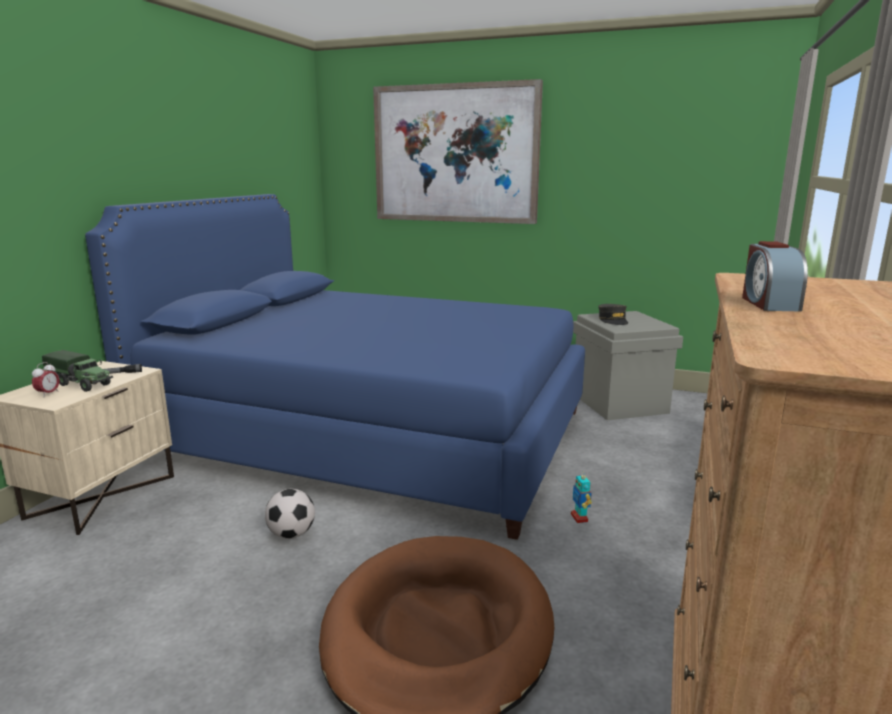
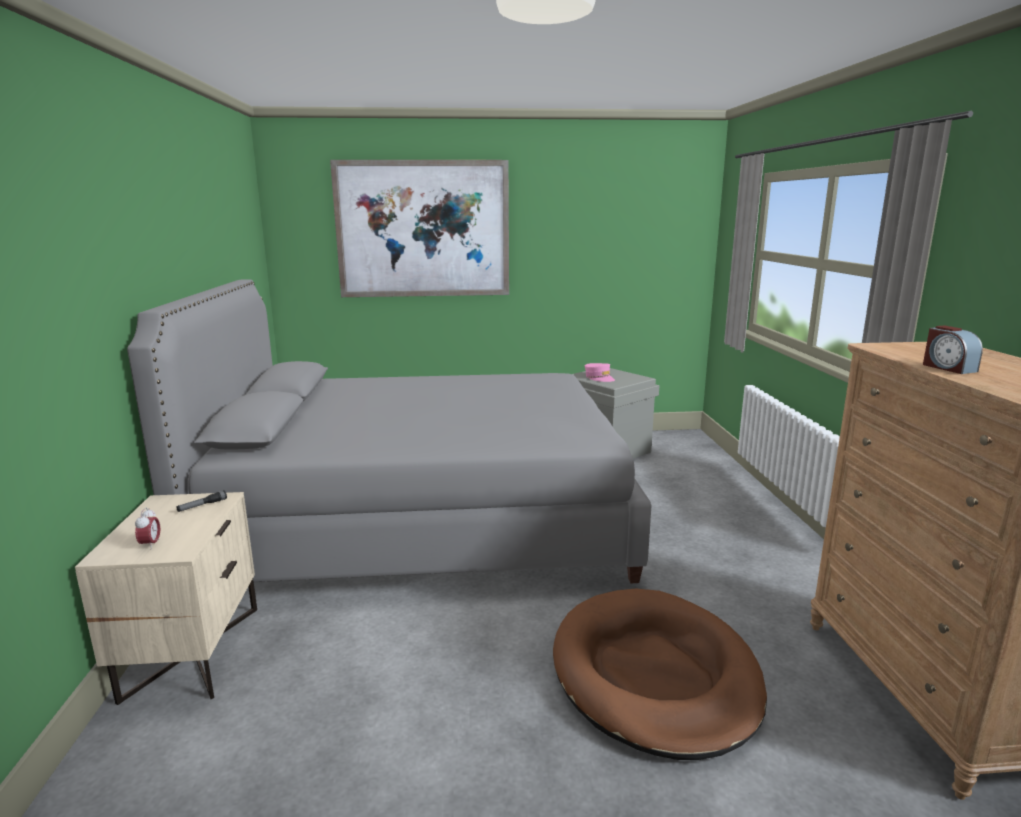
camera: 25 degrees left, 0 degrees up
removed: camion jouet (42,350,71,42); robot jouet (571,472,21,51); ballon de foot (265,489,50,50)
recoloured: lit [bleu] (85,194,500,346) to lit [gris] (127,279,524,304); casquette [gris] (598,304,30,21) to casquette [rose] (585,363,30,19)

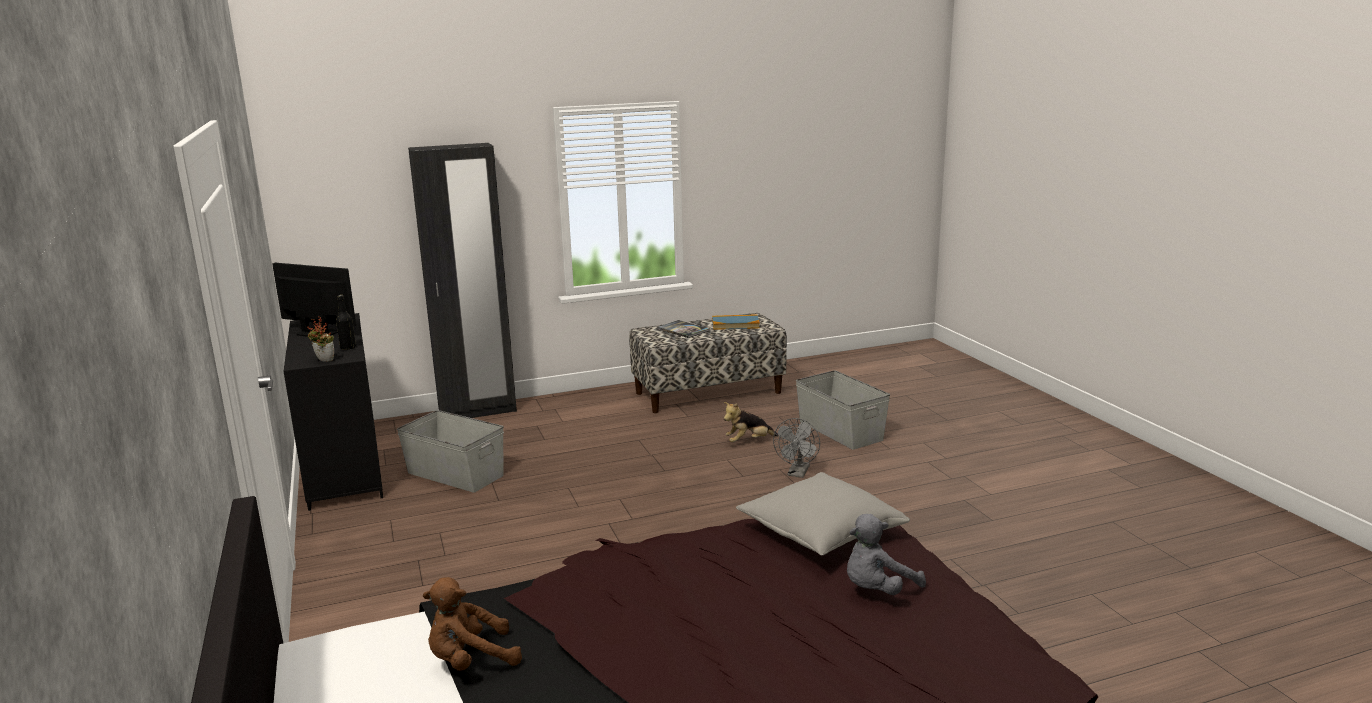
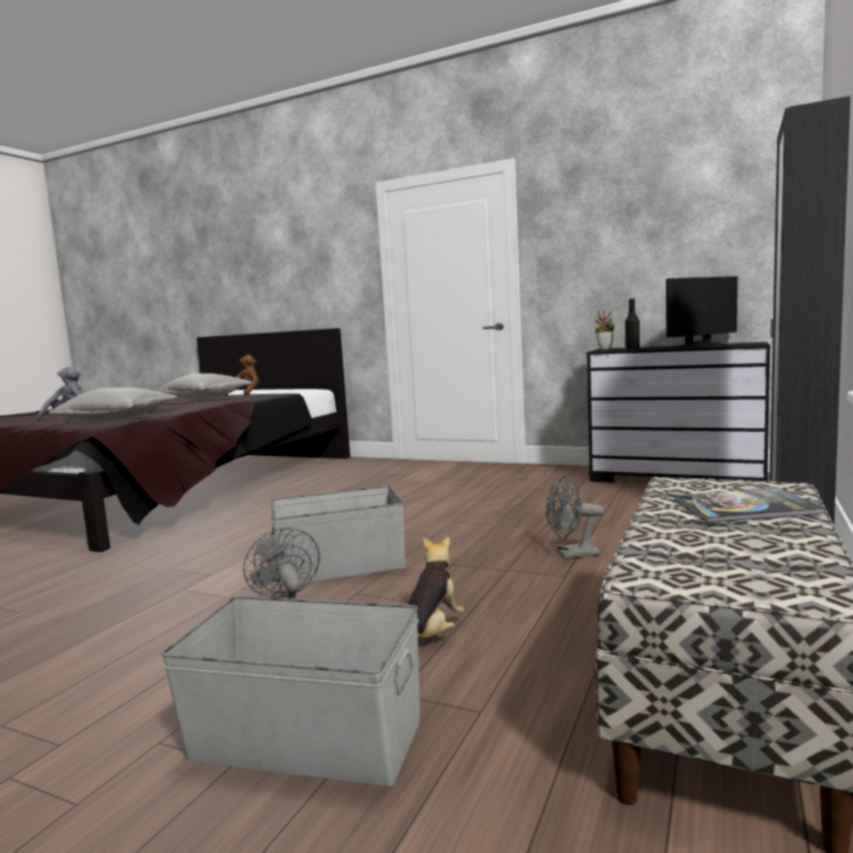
camera: 135 degrees right, 10 degrees down
removed: livre (712,314,48,16)
added: coussin [gris] (155,374,97,25); ventilateur [gris] (546,476,58,82)
moved: boîte de rangement [gris] (397,410,107,82) to (271,486,135,100)

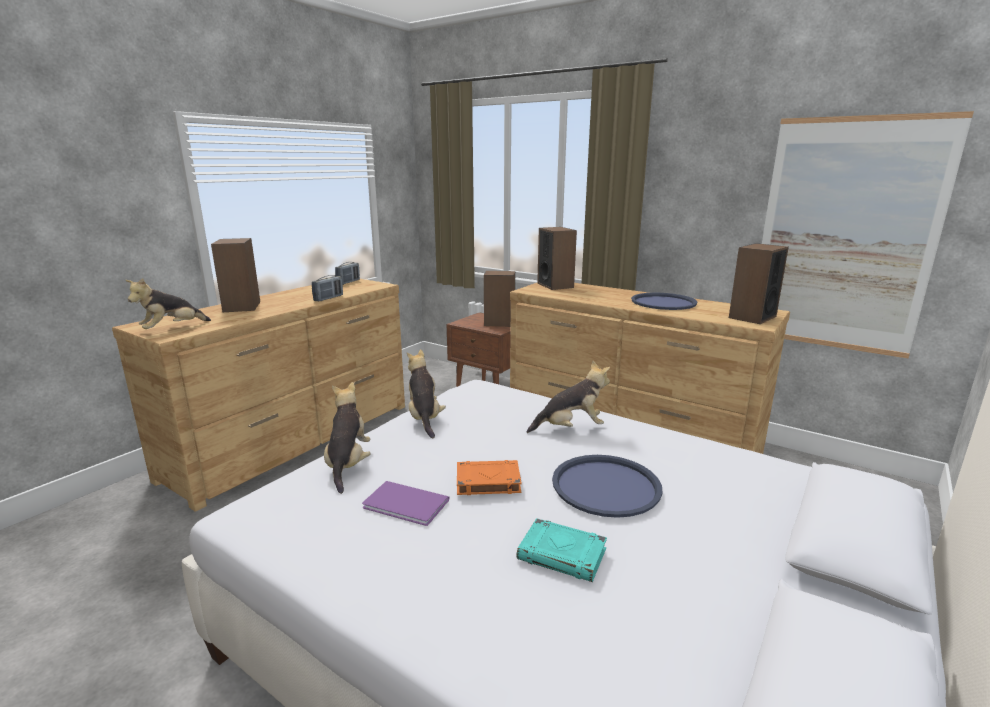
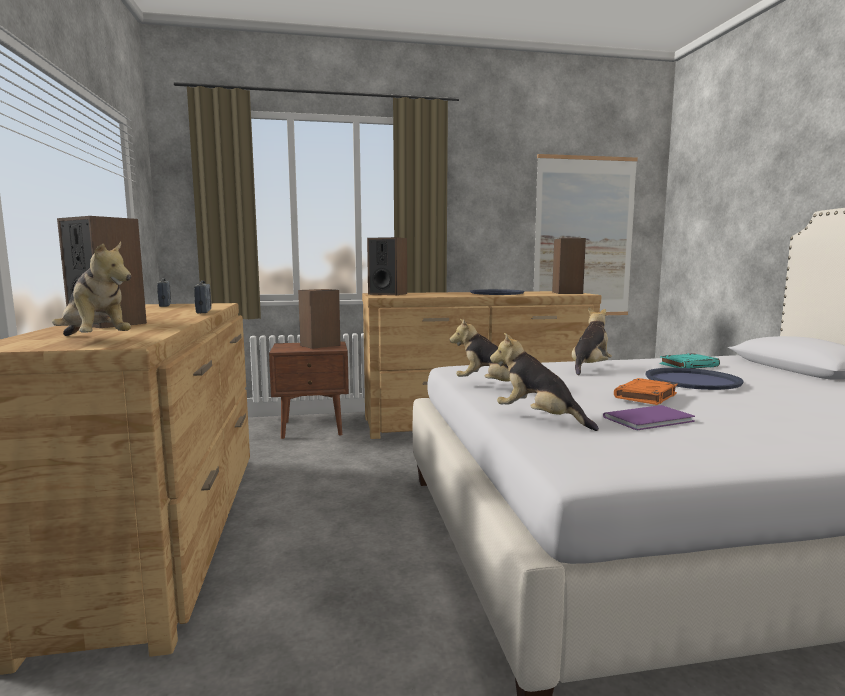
camera: 45 degrees left, 10 degrees down
moved: livre [turquoise] (516,518,91,64) to (660,353,60,16)
turned: peluche (126,278,85,51) = (52,242,79,94) 45 degrees counterclockwise

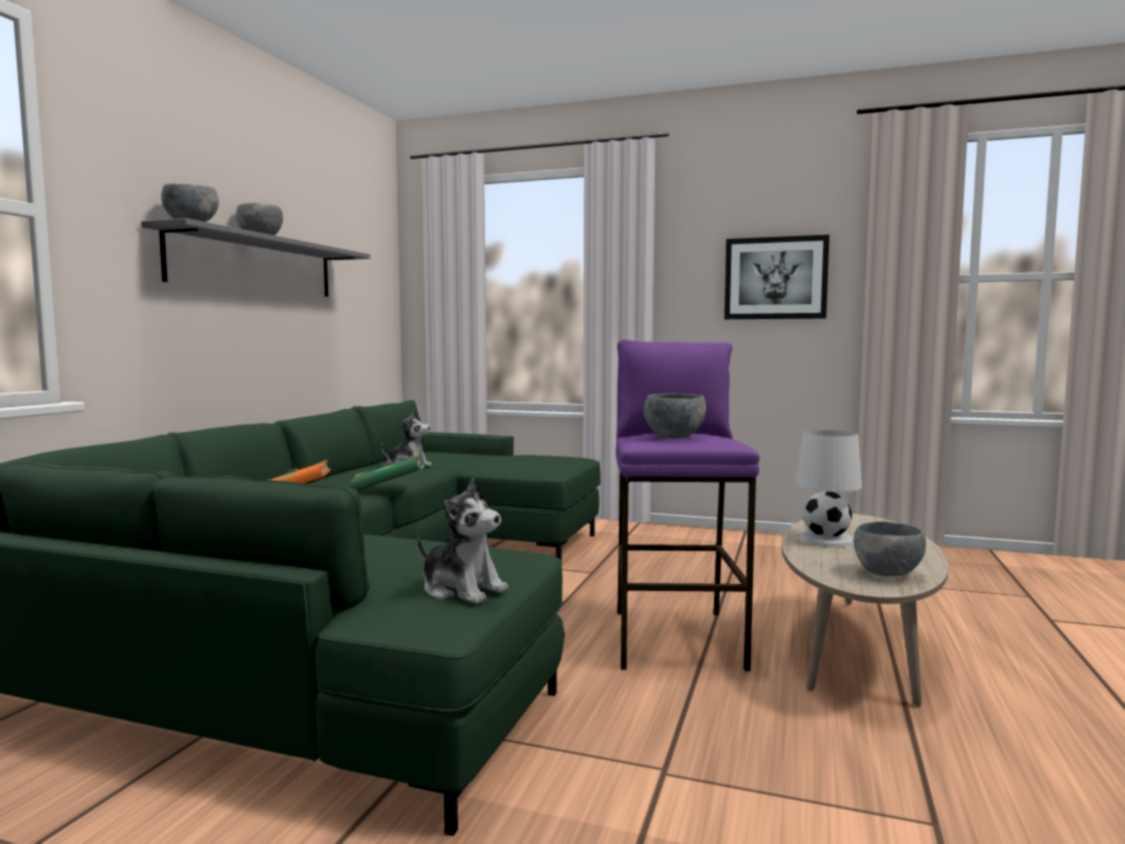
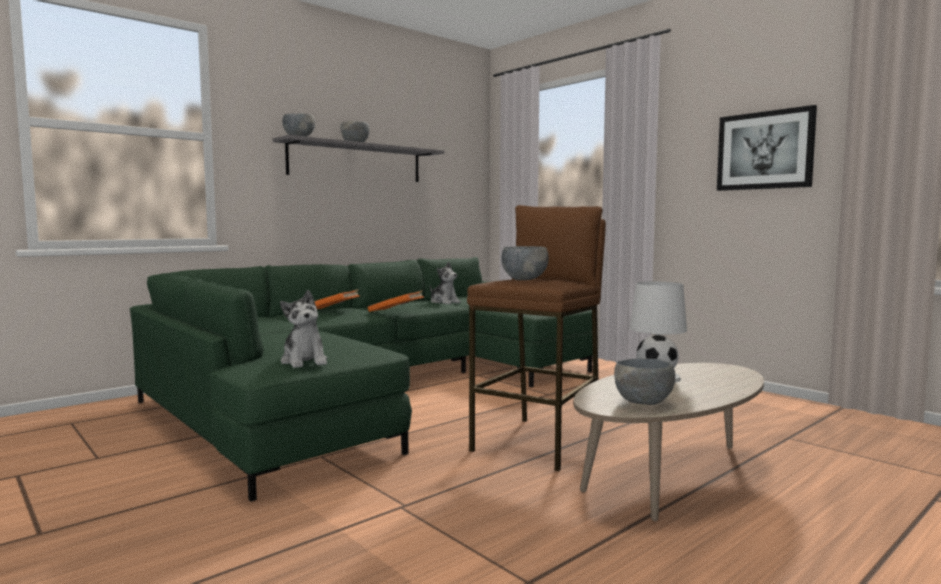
camera: 30 degrees right, 0 degrees up
recoloured: tabouret [violet] (616,340,144,331) to tabouret [marron] (467,205,139,266); livre [vert] (349,454,74,36) to livre [orange] (368,290,56,22)

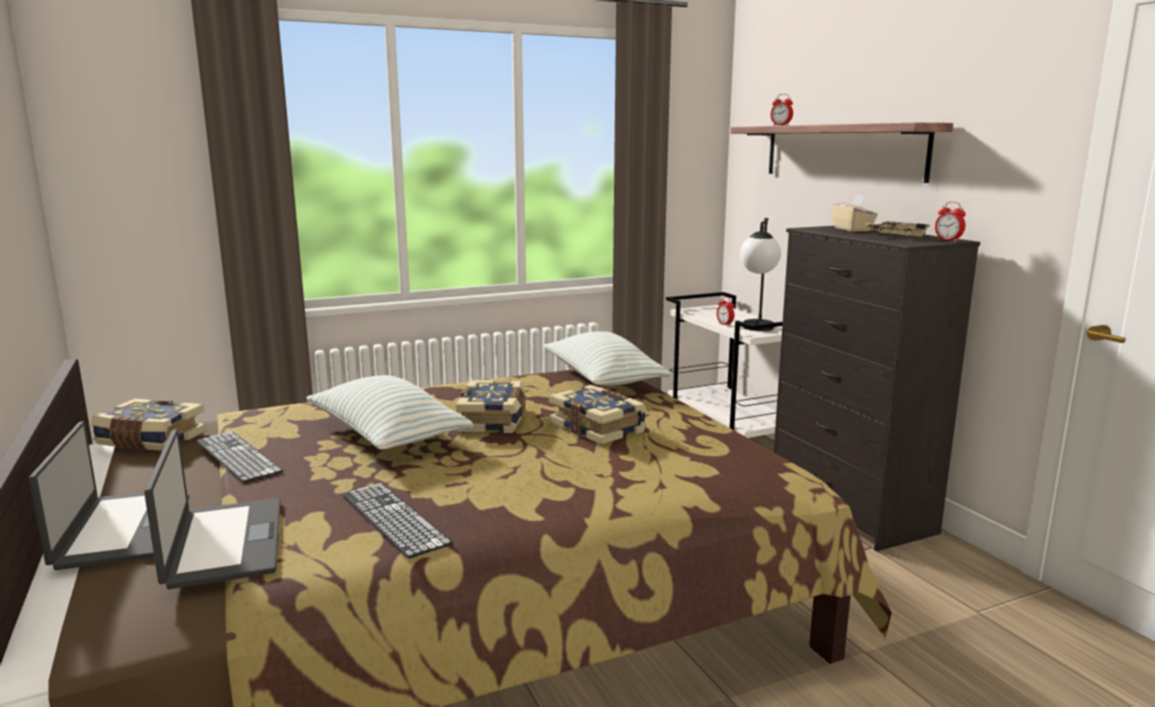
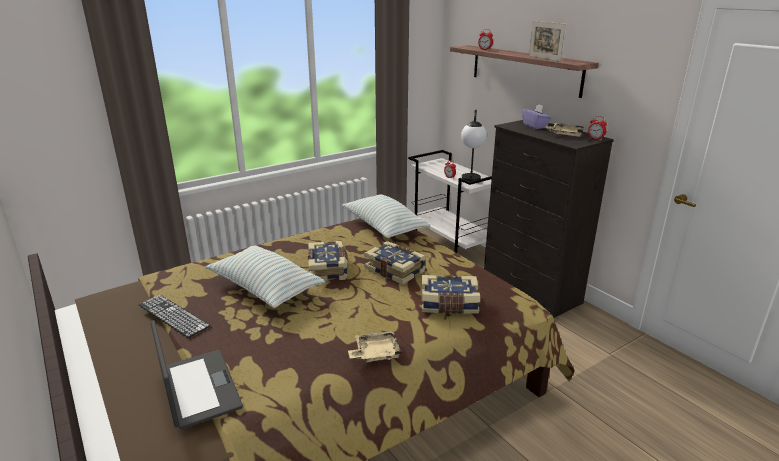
camera: 10 degrees left, 10 degrees up
removed: ordinateur portable (29,421,125,149); clavier (342,483,111,76)
added: cadre photo (529,21,37,41); plateau [beige] (348,331,54,31)
moved: livre (90,399,117,52) to (421,275,59,39)
recoloured: boîte à mouchoirs [beige] (832,195,46,36) to boîte à mouchoirs [violet] (522,104,29,25)

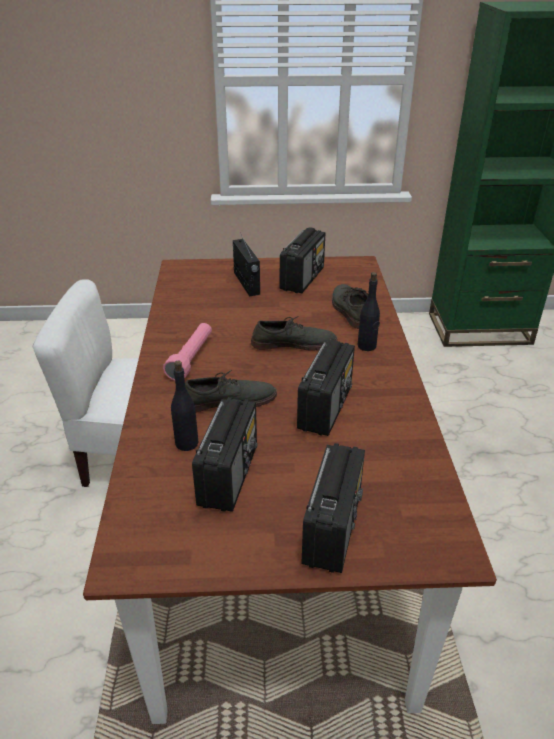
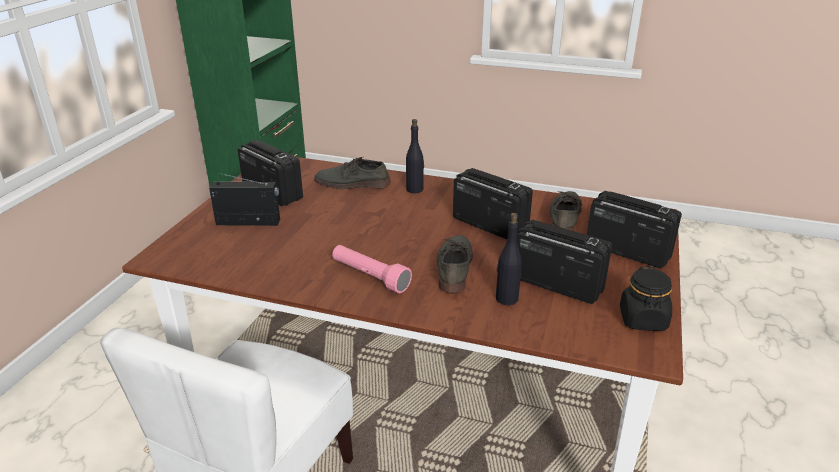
camera: 70 degrees left, 5 degrees down
added: bocal [noir] (620,266,52,65)
moved: chaussure [gris] (251,316,87,35) to (549,191,33,40)

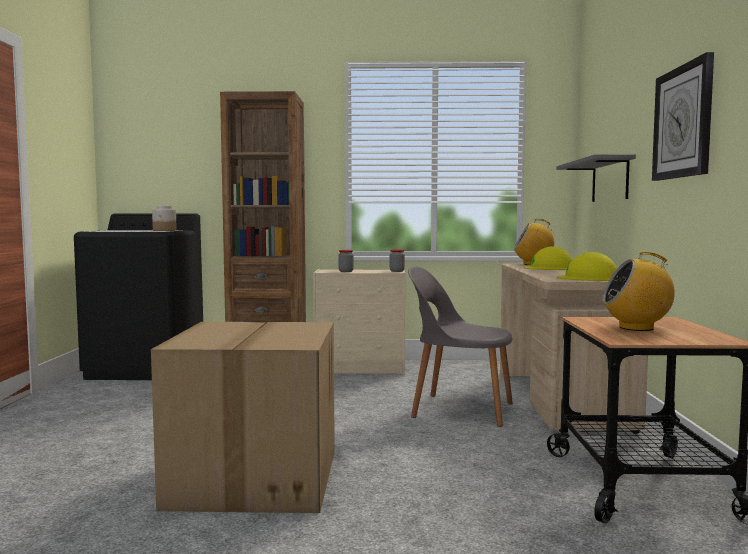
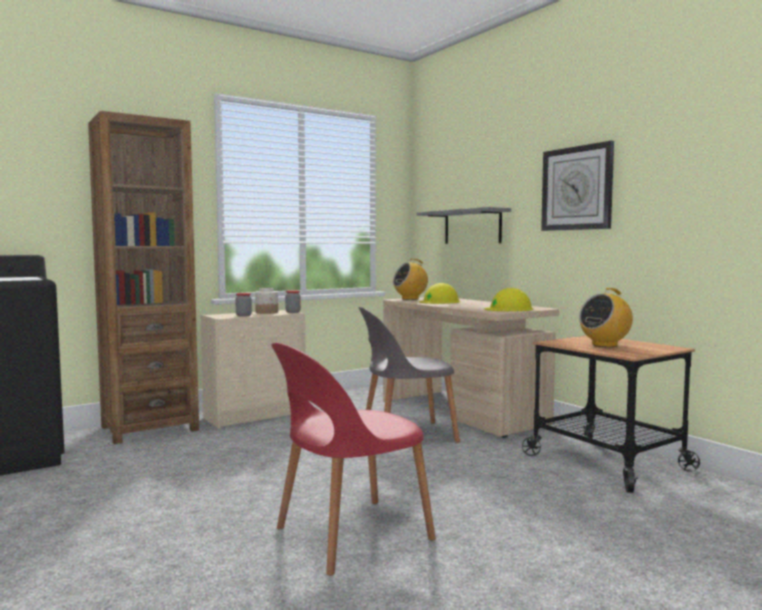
camera: 35 degrees left, 0 degrees up
moved: bocal (152,206,25,25) to (255,288,23,26)
replaced: carton (151,322,184,191) to chaise [rouge] (272,343,164,233)

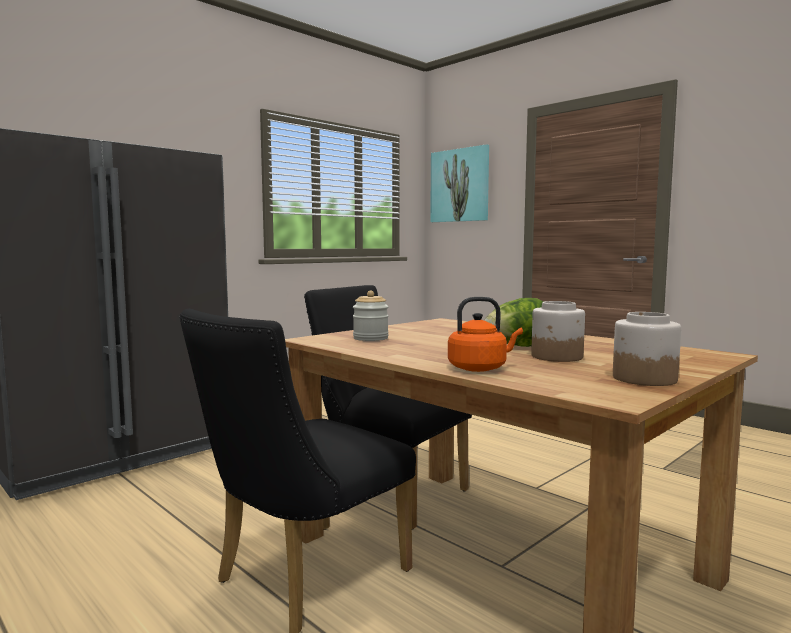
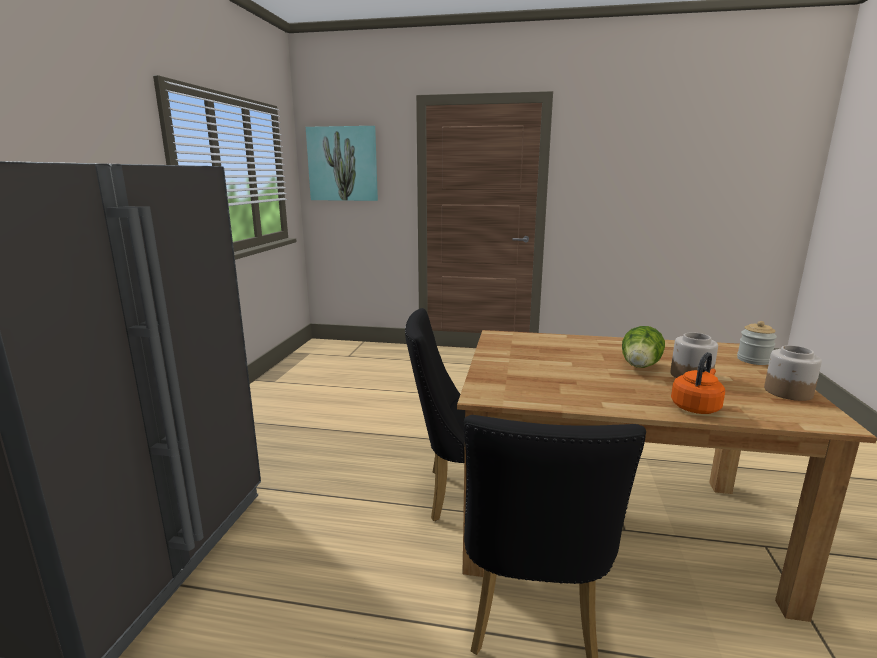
camera: 35 degrees left, 10 degrees up
moved: bocal (353,290,36,51) to (737,321,40,44)

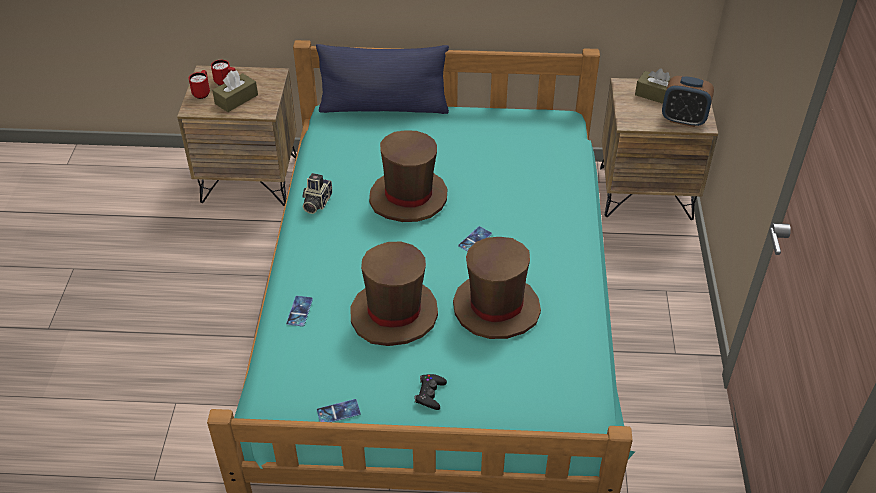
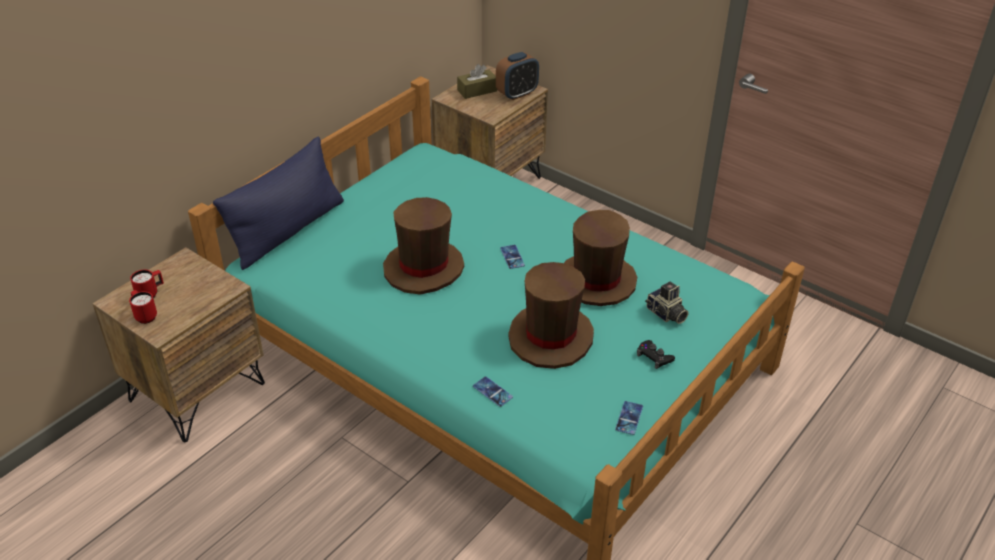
camera: 55 degrees left, 5 degrees down
removed: boîte à mouchoirs [marron] (212,71,46,41)
moved: appareil photo (302,173,30,41) to (645,281,44,43)

